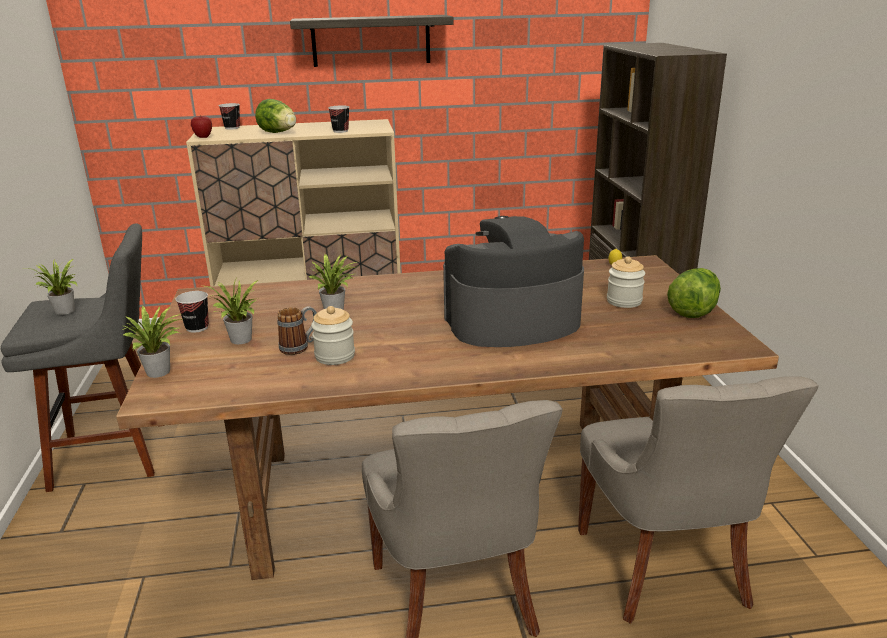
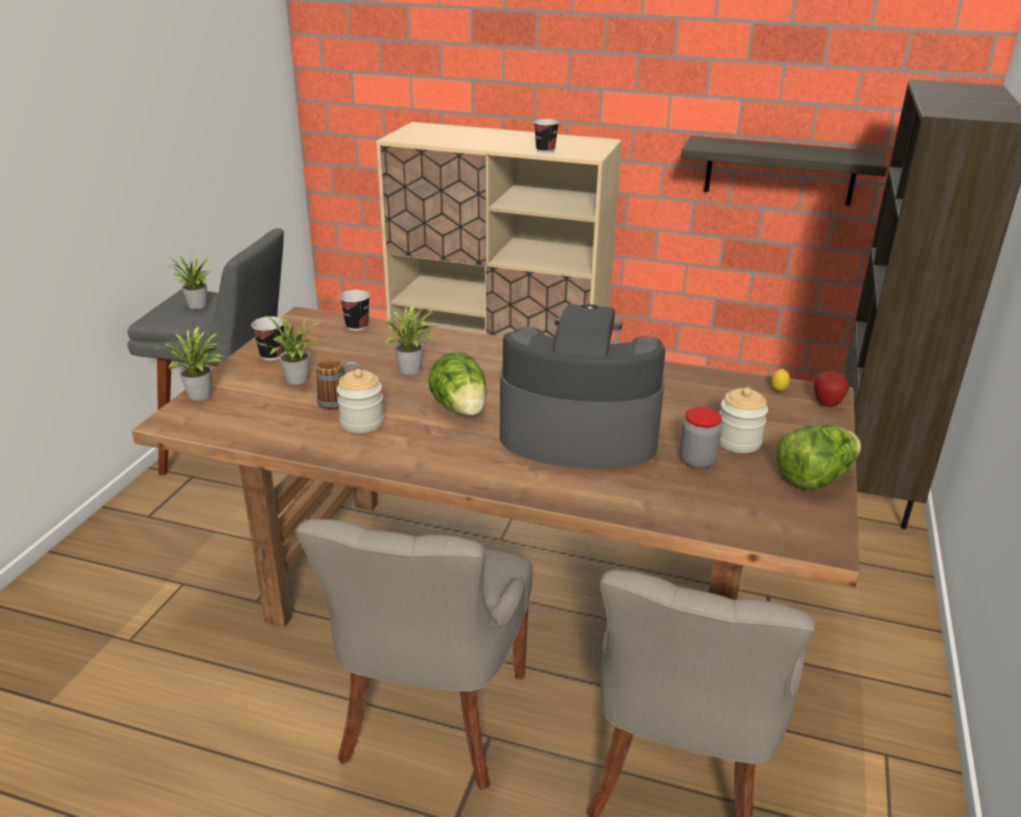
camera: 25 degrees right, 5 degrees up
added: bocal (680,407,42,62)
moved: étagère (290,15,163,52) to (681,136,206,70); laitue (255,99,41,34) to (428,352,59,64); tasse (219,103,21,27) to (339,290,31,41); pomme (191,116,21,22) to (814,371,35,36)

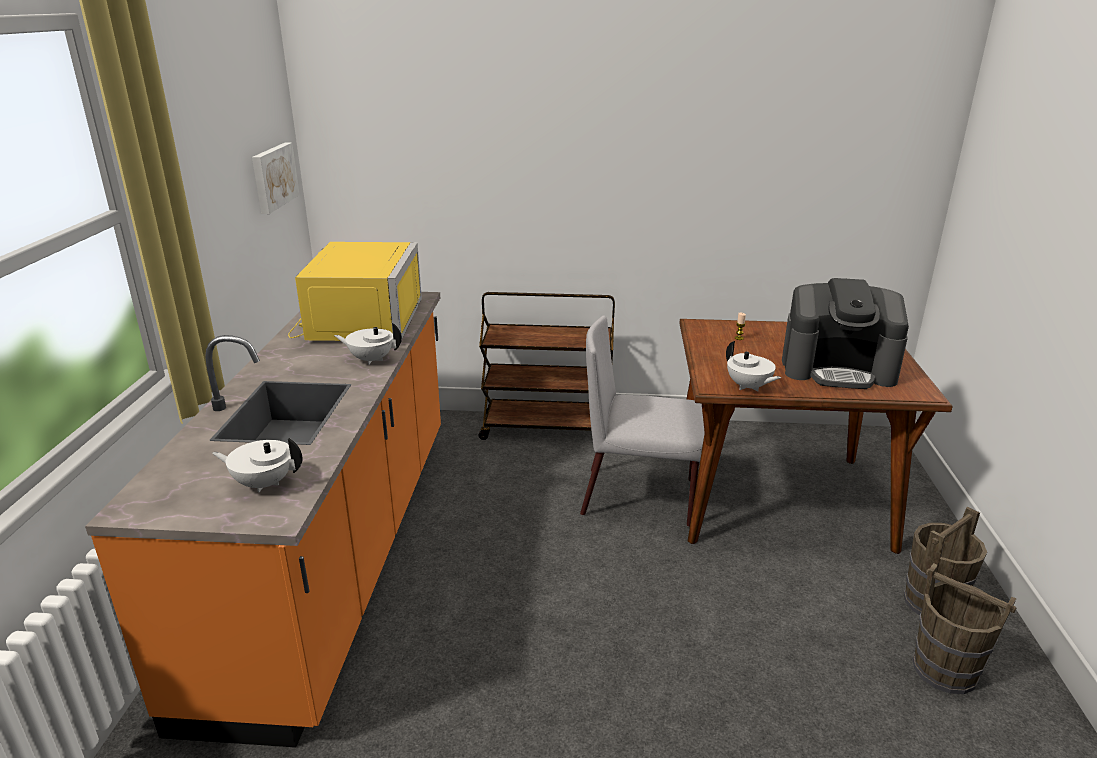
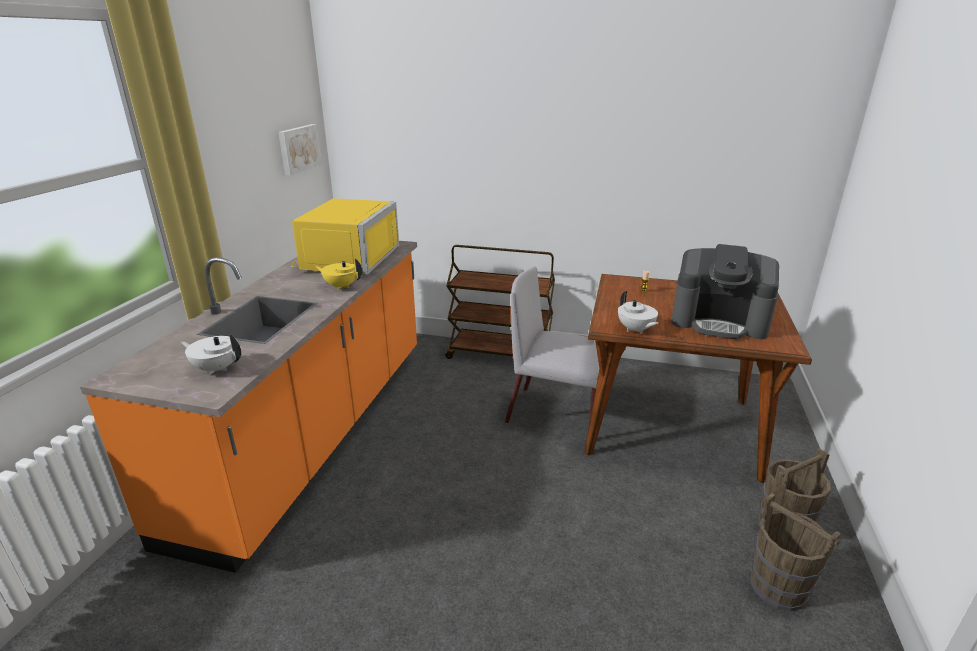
camera: 10 degrees right, 0 degrees up
recoloured: théière [blanc] (334,323,68,42) to théière [jaune] (315,259,47,31)

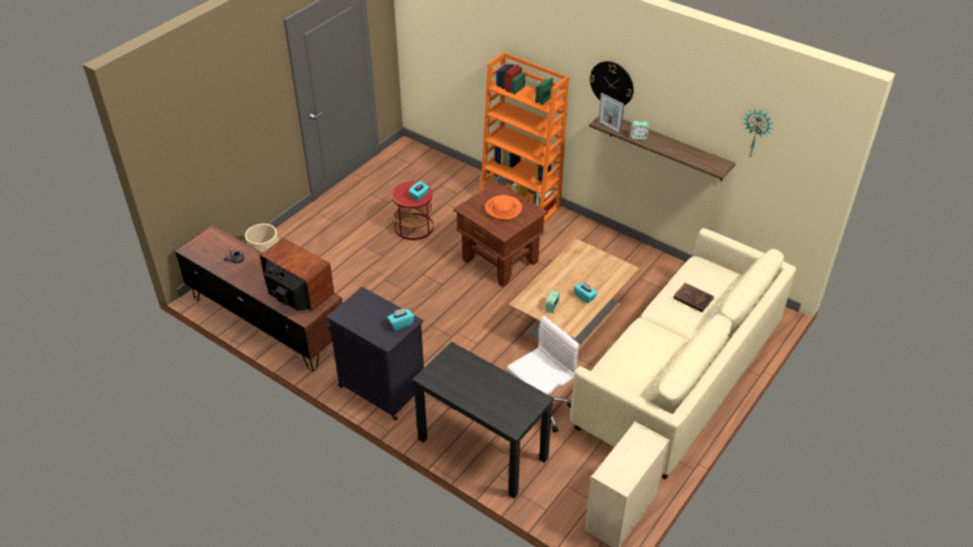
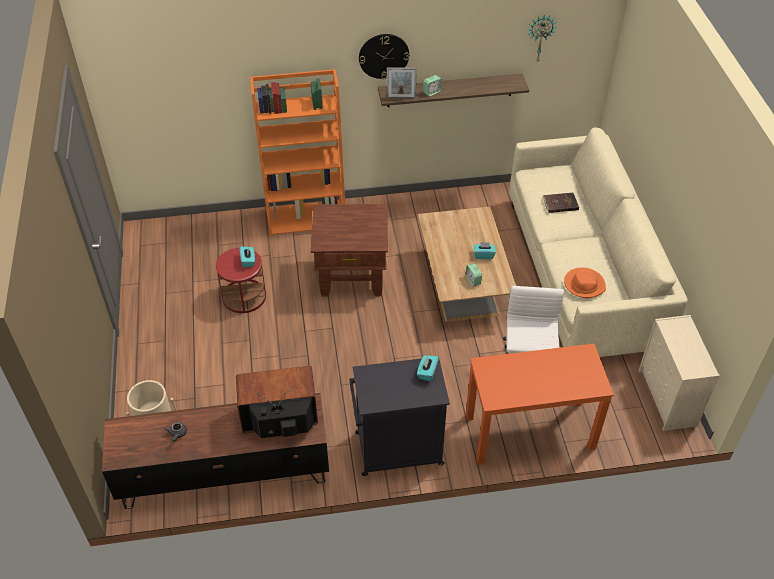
camera: 45 degrees left, 5 degrees up
moved: chapeau [orange] (485,195,37,25) to (564,267,42,31)
recoloured: bureau [noir] (412,342,142,157) to bureau [orange] (466,344,148,121)

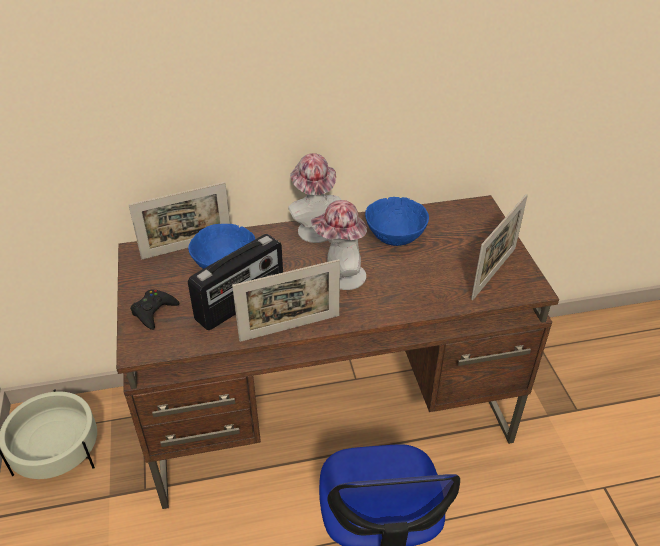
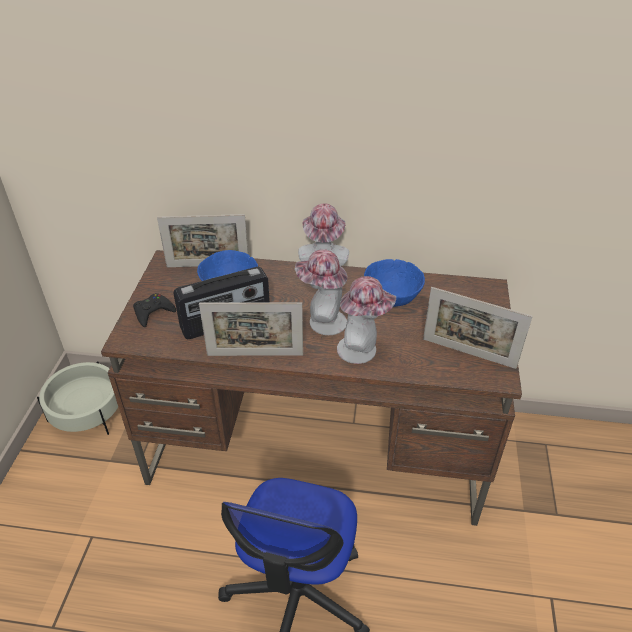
camera: 20 degrees right, 0 degrees up
added: chapeau (337,276,59,88)
turned: cadre photo (471,194,57,106) = (423,287,110,82) 60 degrees clockwise

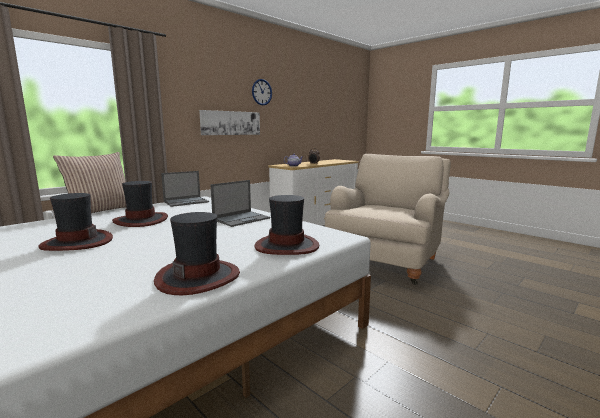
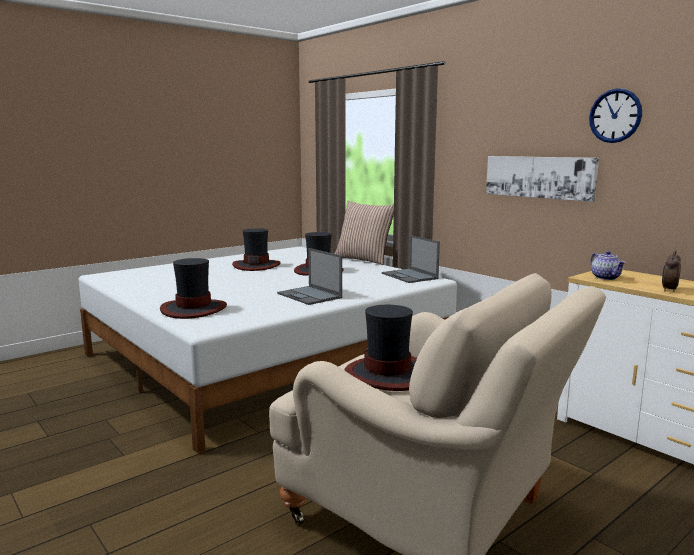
camera: 95 degrees right, 0 degrees up
moved: chapeau (154,212,86,83) to (344,305,73,86)

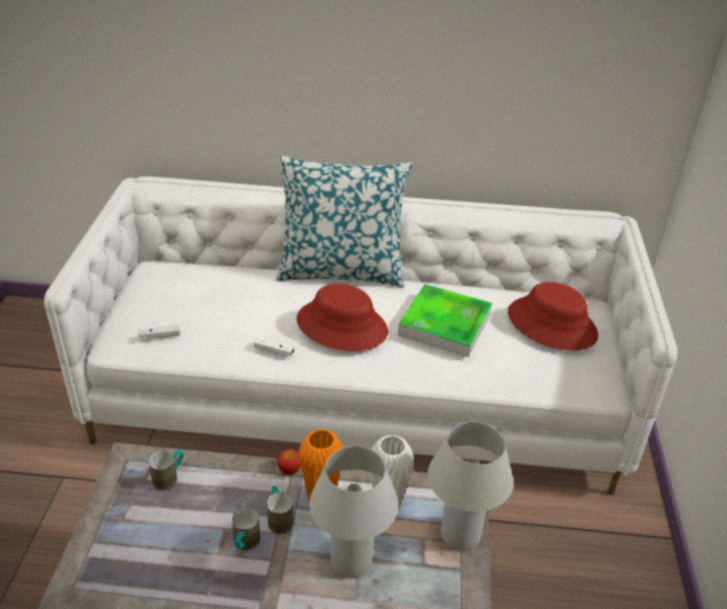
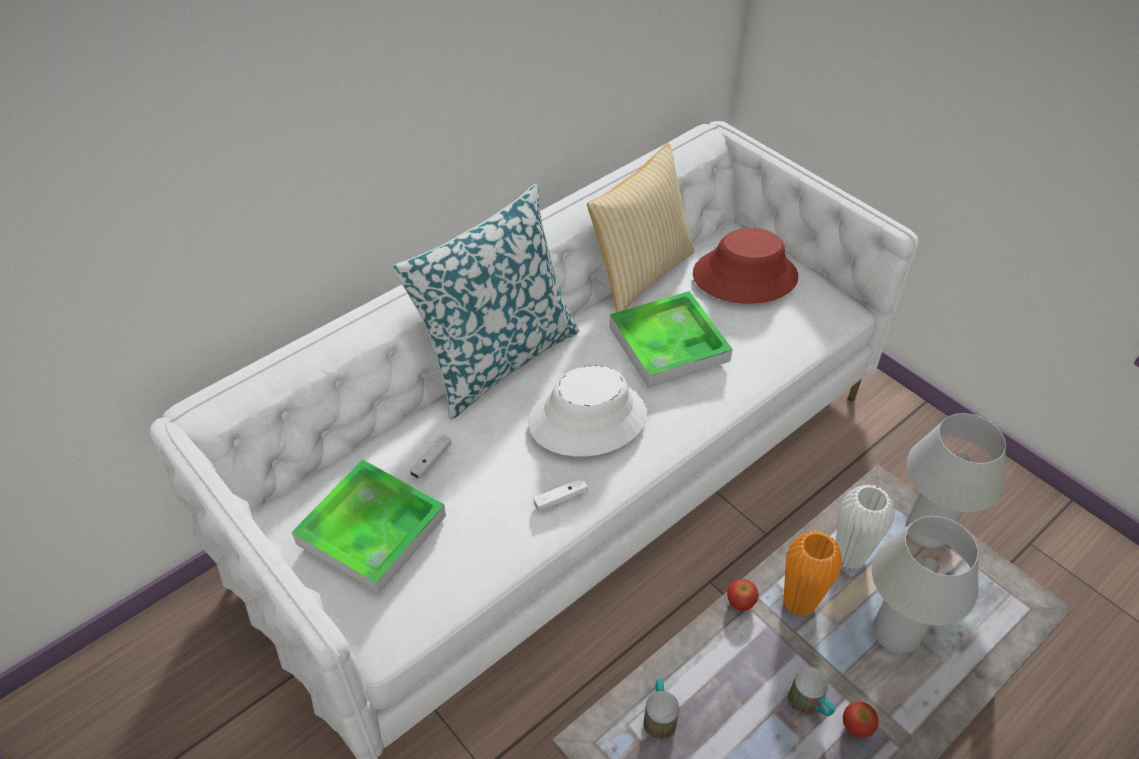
camera: 45 degrees left, 10 degrees up
removed: mug (267,486,27,48)
added: coussin (587,143,107,170); plateau (292,459,154,135); pomme (843,701,35,37)
moved: manette [blanc] (138,325,42,13) to (410,435,42,44)
recoloured: chapeau [rouge] (297,283,91,68) to chapeau [blanc] (528,365,119,92)

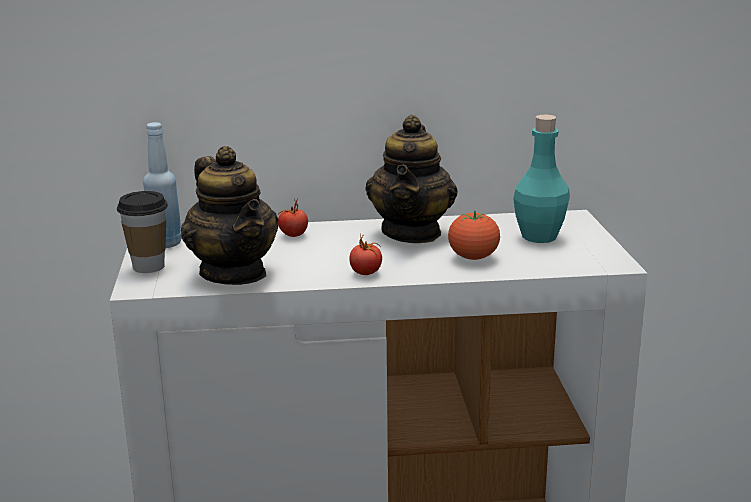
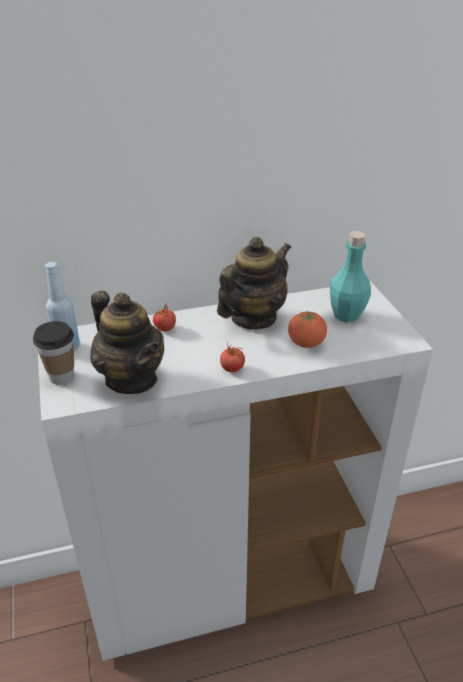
camera: 10 degrees left, 15 degrees up
turned: théière (365,115,93,128) = (217,237,75,93) 135 degrees counterclockwise

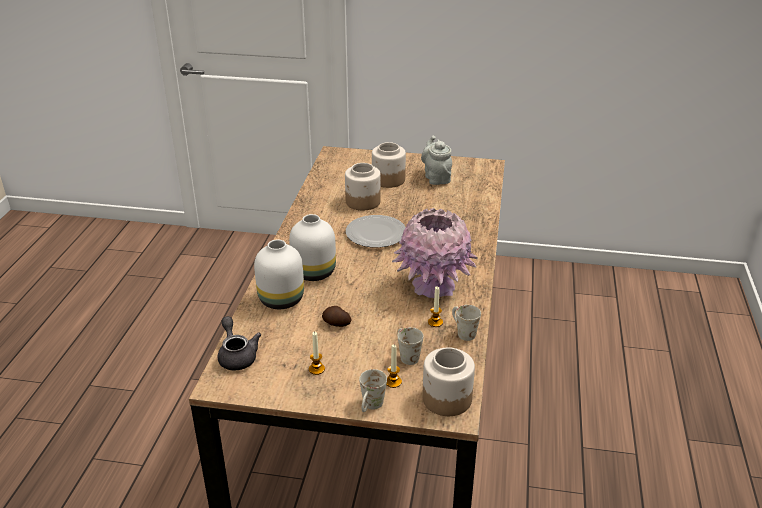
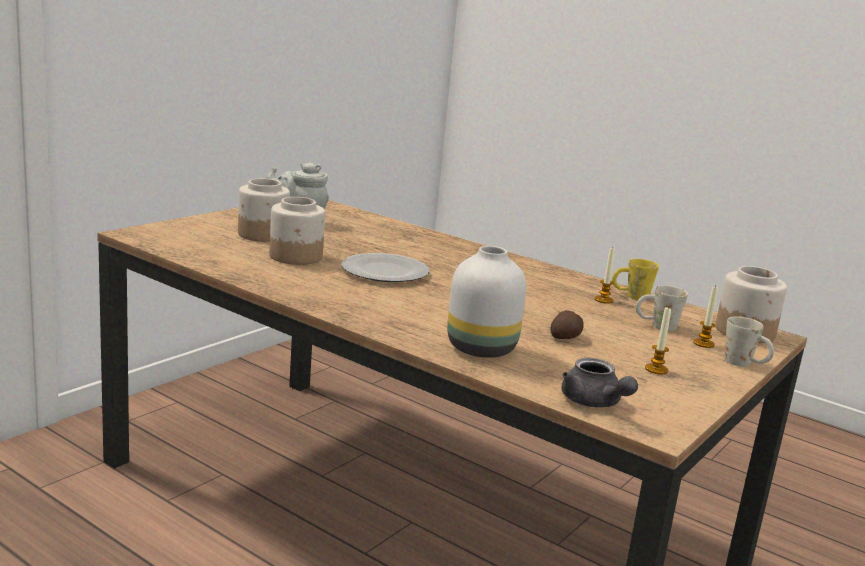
camera: 65 degrees left, 15 degrees down
removed: vase [rose] (392,208,86,90); vase [blanc] (289,214,47,67)
recoloured: mug [blanc] (452,305,29,36) to mug [jaune] (612,259,47,41)
turned: théière [gris] (218,316,43,54) = (562,358,76,50) 120 degrees counterclockwise

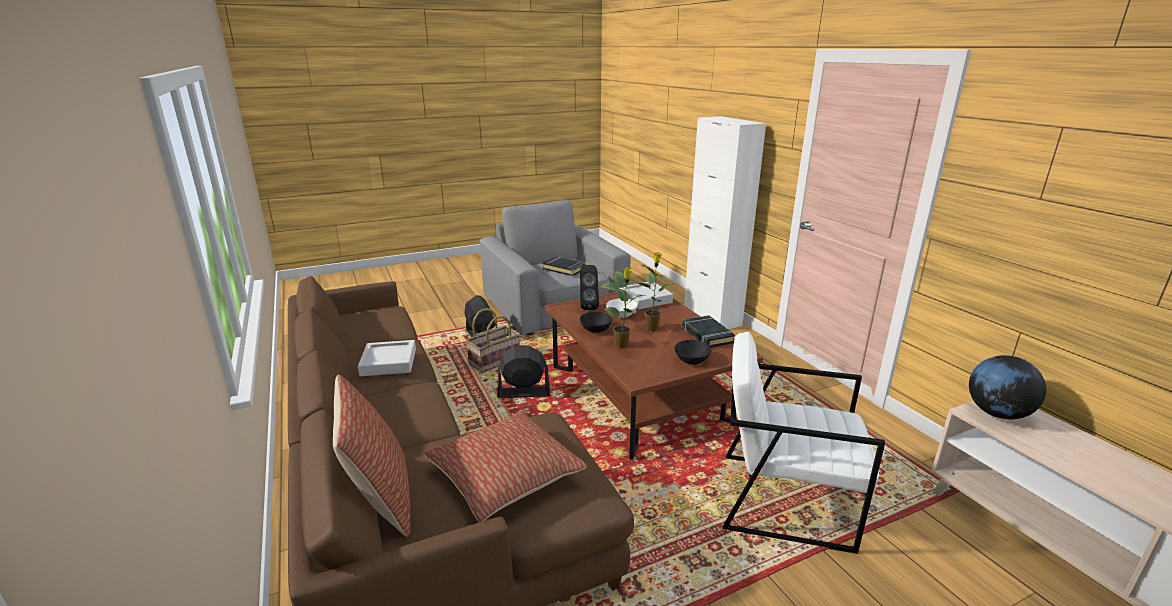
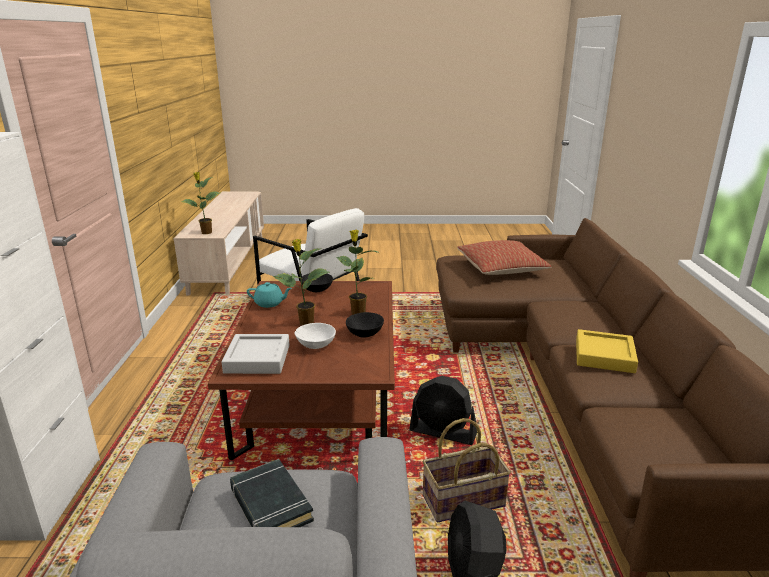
camera: 155 degrees left, 0 degrees up
removed: enceinte [noir] (580,265,19,45); coussin (333,375,77,162)
replaced: livre [noir] (682,315,53,33) to théière [turquoise] (247,282,45,26); globe (969,355,77,64) to plante en pot (181,172,39,62)
recoloured: plateau [gris] (358,340,58,36) to plateau [jaune] (576,329,62,44)

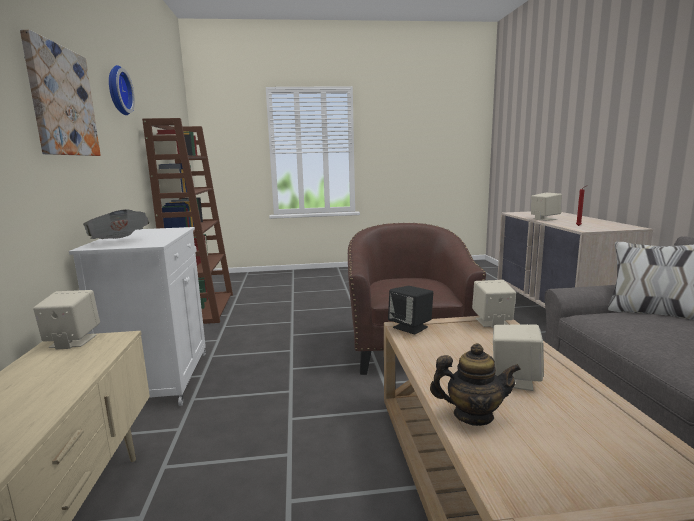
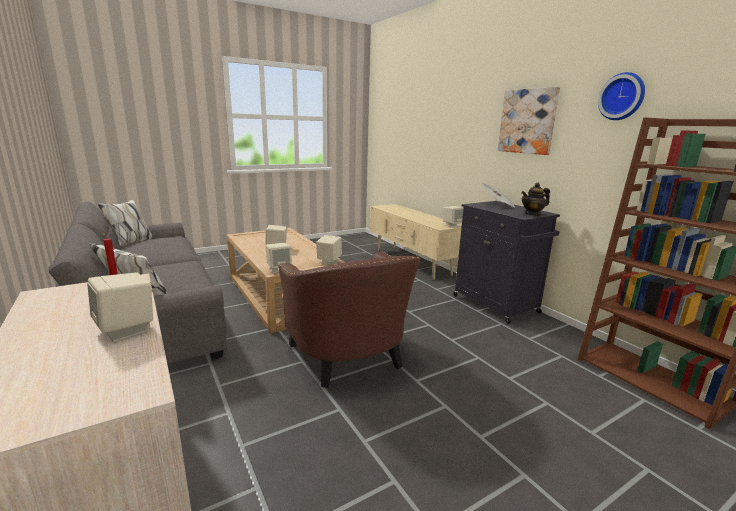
camera: 155 degrees right, 5 degrees up
moved: théière (430,343,91,83) to (521,183,29,33)
recoloured: meuble de rangement [blanc] (69,227,137,179) to meuble de rangement [noir] (453,201,107,123); enceinte [noir] (388,286,45,49) to enceinte [beige] (316,235,26,30)

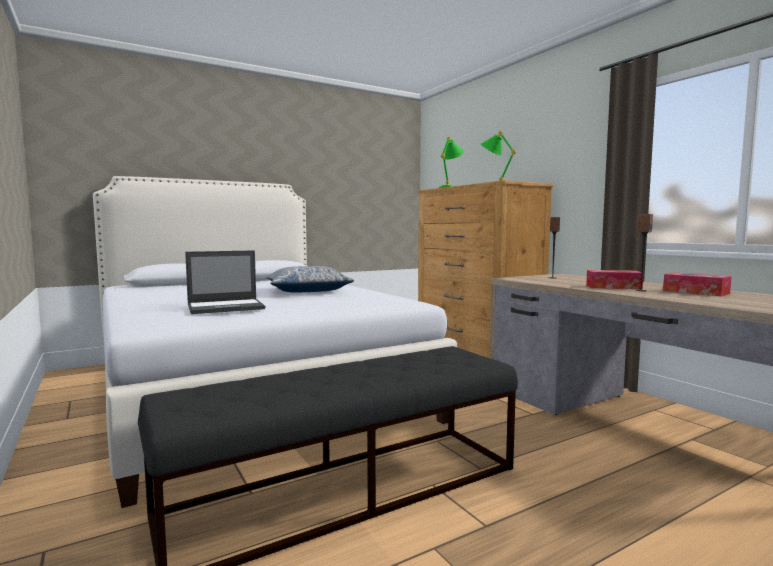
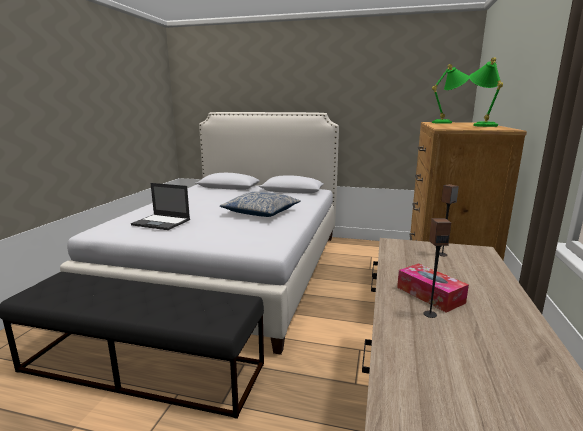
camera: 45 degrees right, 10 degrees up
removed: boîte à mouchoirs (663,273,69,23)

